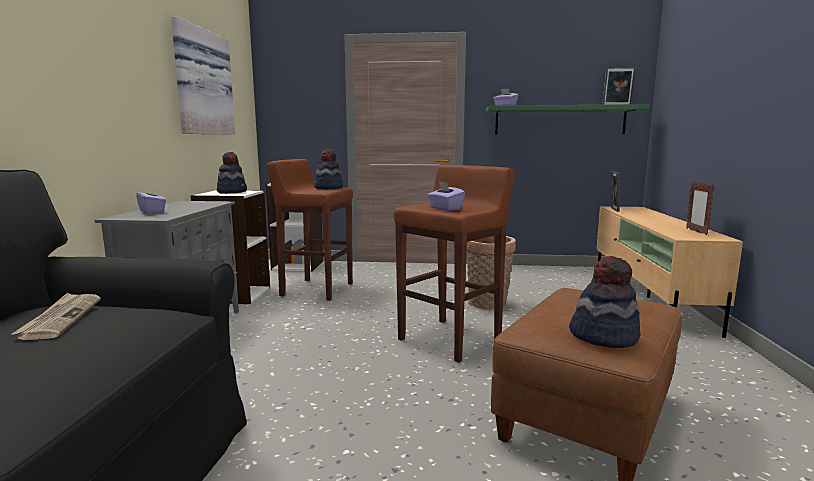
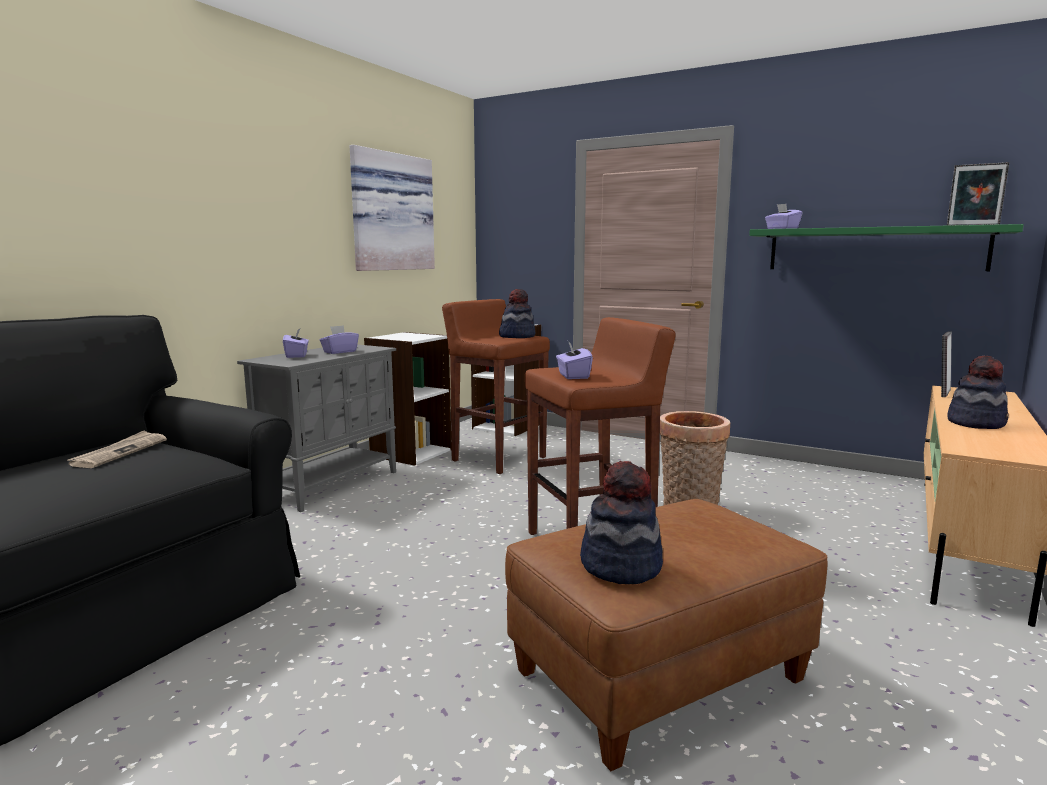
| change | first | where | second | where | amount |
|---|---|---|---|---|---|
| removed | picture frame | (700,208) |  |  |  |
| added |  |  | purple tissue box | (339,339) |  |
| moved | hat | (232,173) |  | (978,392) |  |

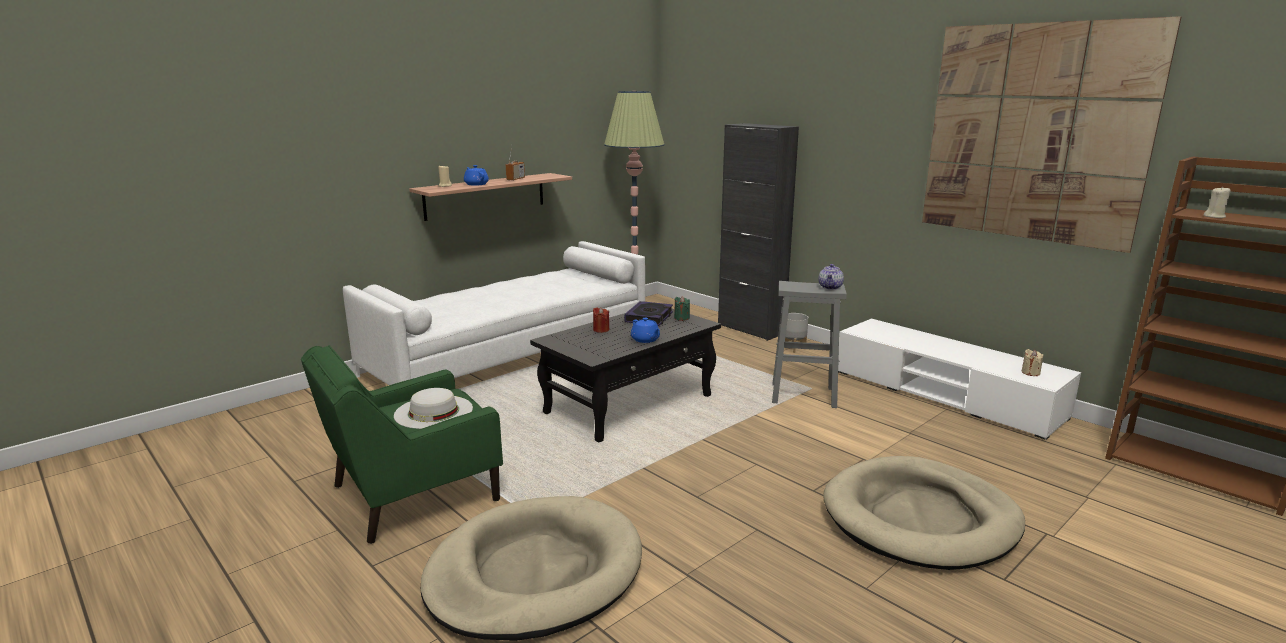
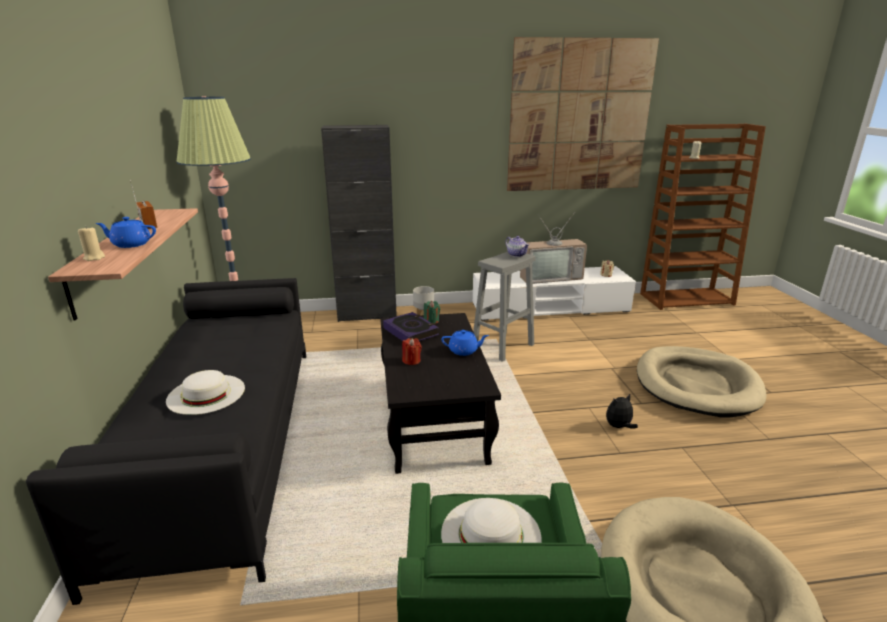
| change | first | where | second | where | amount |
|---|---|---|---|---|---|
| added |  |  | white hat | (205,392) |  |
| added |  |  | television | (553,249) |  |
| added |  |  | plush toy | (622,411) |  |
| recoloured | white sofa | (494,313) | black sofa | (166,441) |  |

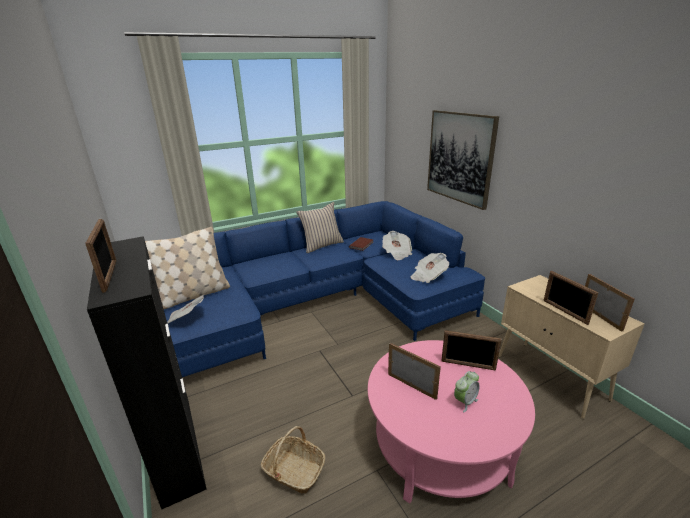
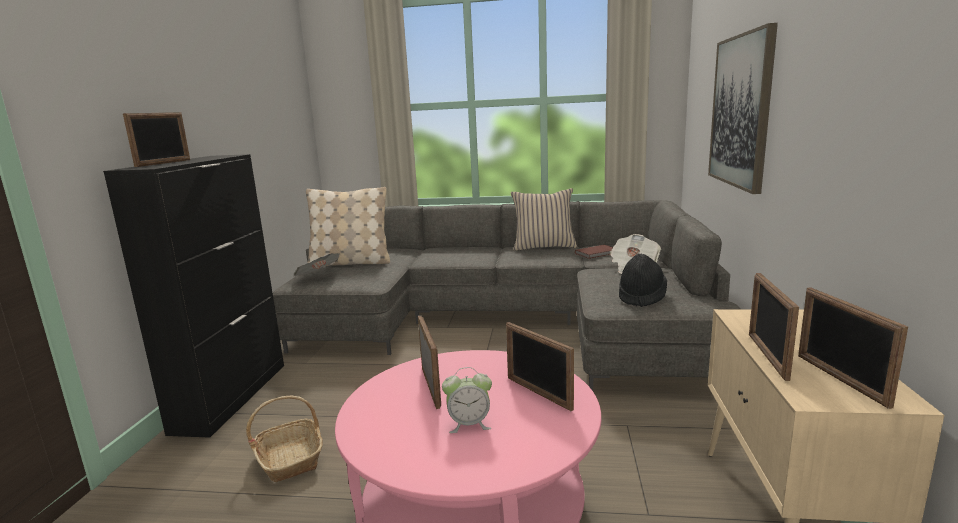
| change | first | where | second | where | amount |
|---|---|---|---|---|---|
| replaced | newspaper | (430,268) | black hat | (643,280) |  |
| recoloured | blue sofa | (324,289) | grey sofa | (506,295) |  |
| turned | picture frame | (610,303) |  | (853,348) | 150 degrees clockwise |

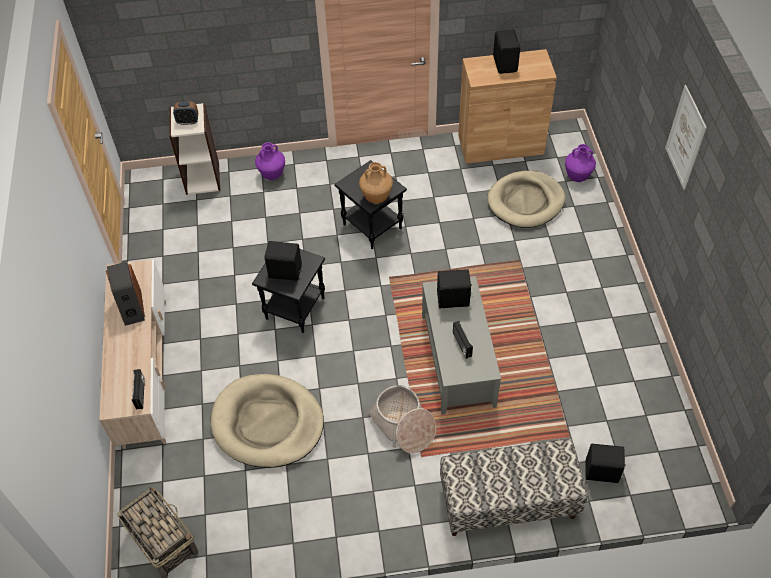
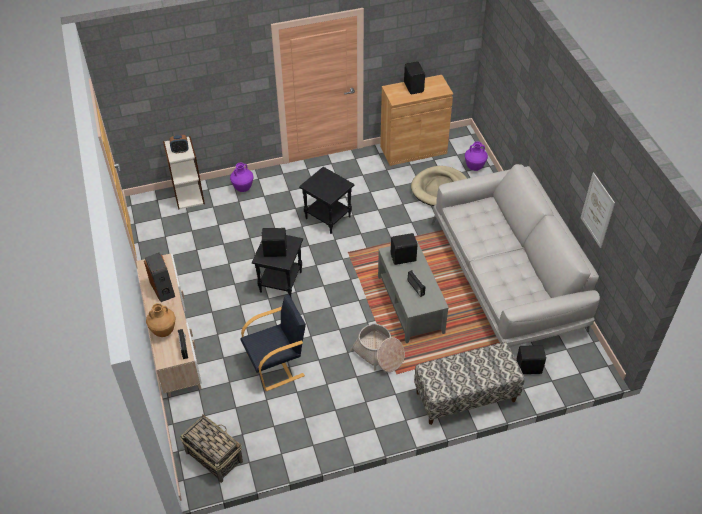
| change | first | where | second | where | amount |
|---|---|---|---|---|---|
| added |  |  | grey sofa | (515,255) |  |
| moved | brown vase | (376,183) |  | (161,320) |  |
| moved | picture | (686,137) |  | (598,210) |  |
| replaced | beige dog bed | (267,421) | black armchair | (273,343) |  |

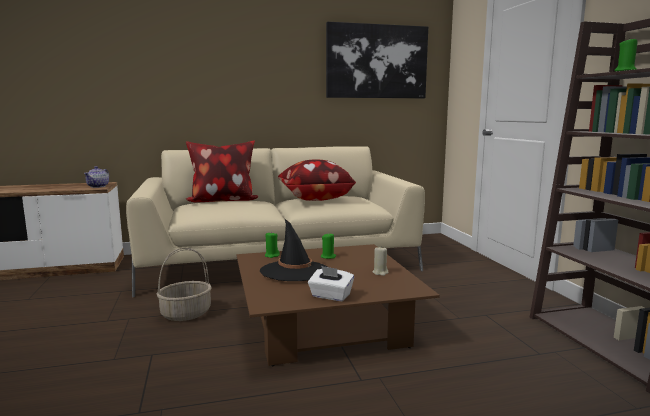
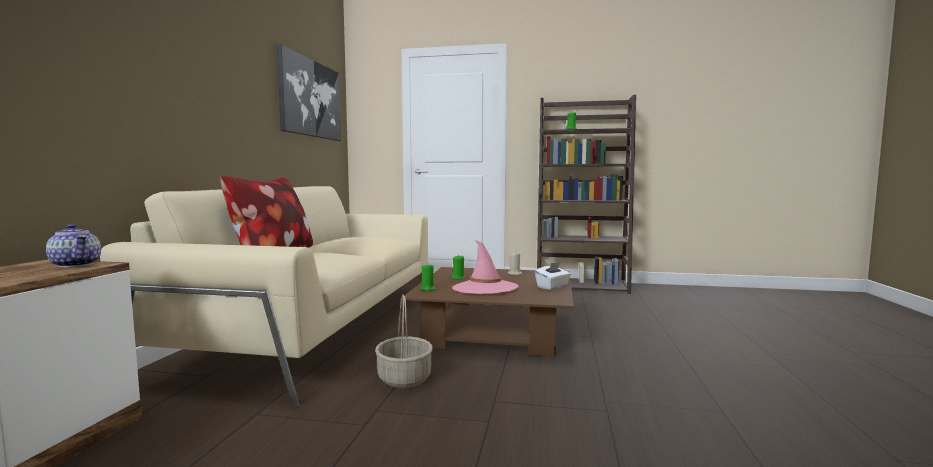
| change | first | where | second | where | amount |
|---|---|---|---|---|---|
| removed | pillow | (317,180) |  |  |  |
| recoloured | black hat | (294,249) | pink hat | (485,267) |  |

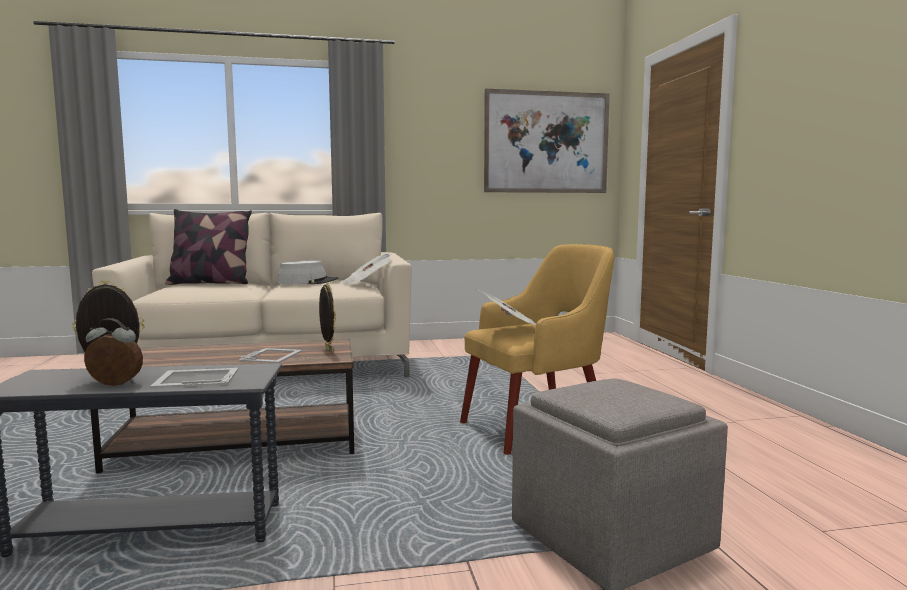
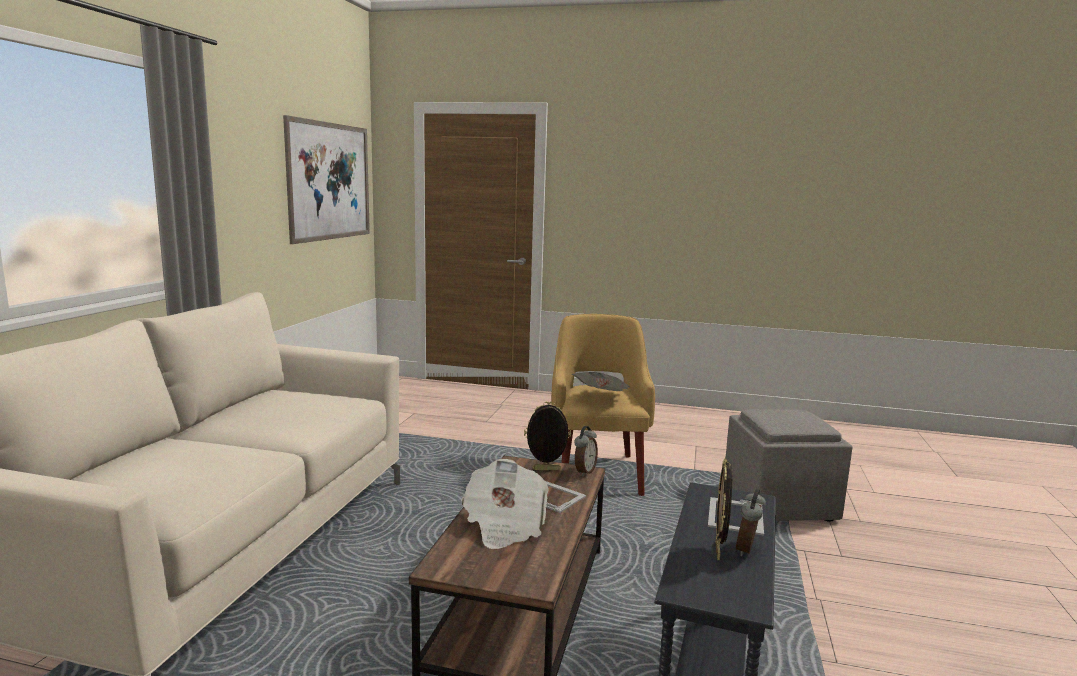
| change | first | where | second | where | amount |
|---|---|---|---|---|---|
| removed | pillow | (208,247) |  |  |  |
| removed | grey hat | (307,272) |  |  |  |
| added |  |  | alarm clock | (586,451) |  |
| moved | newspaper | (366,268) |  | (505,504) |  |

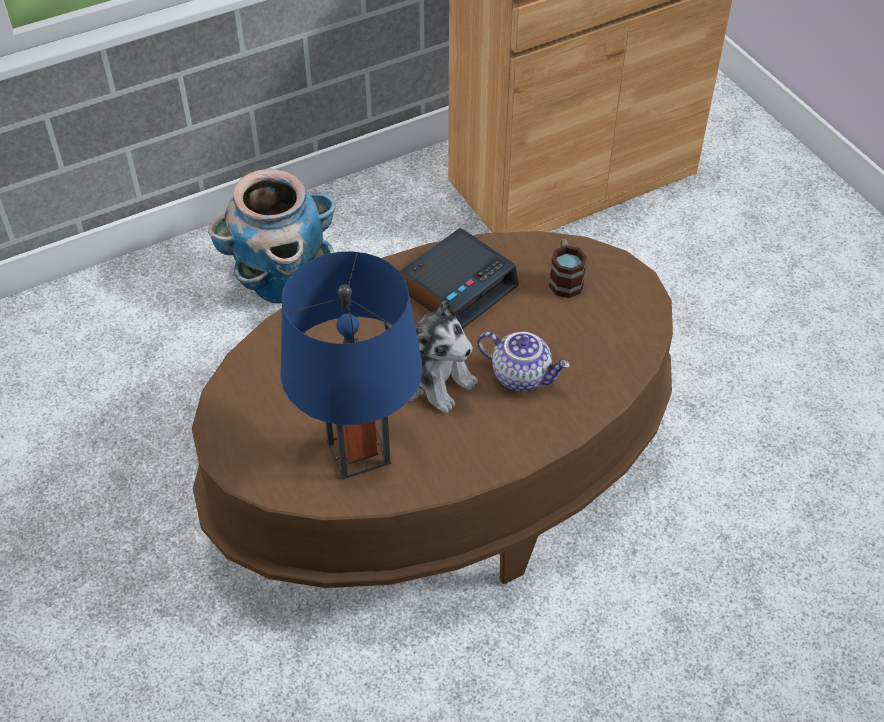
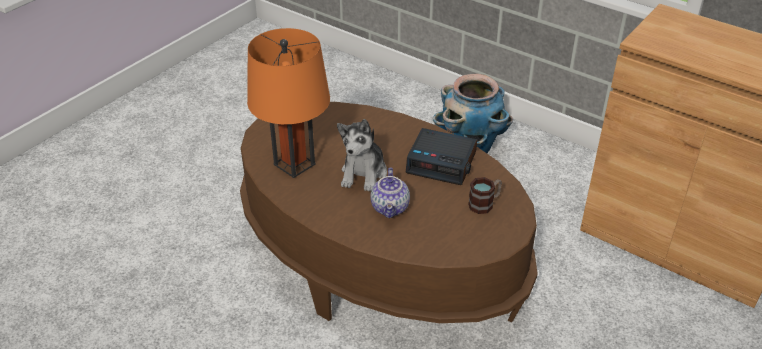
| change | first | where | second | where | amount |
|---|---|---|---|---|---|
| recoloured | blue table lamp | (351,365) | orange table lamp | (288,103) |  |

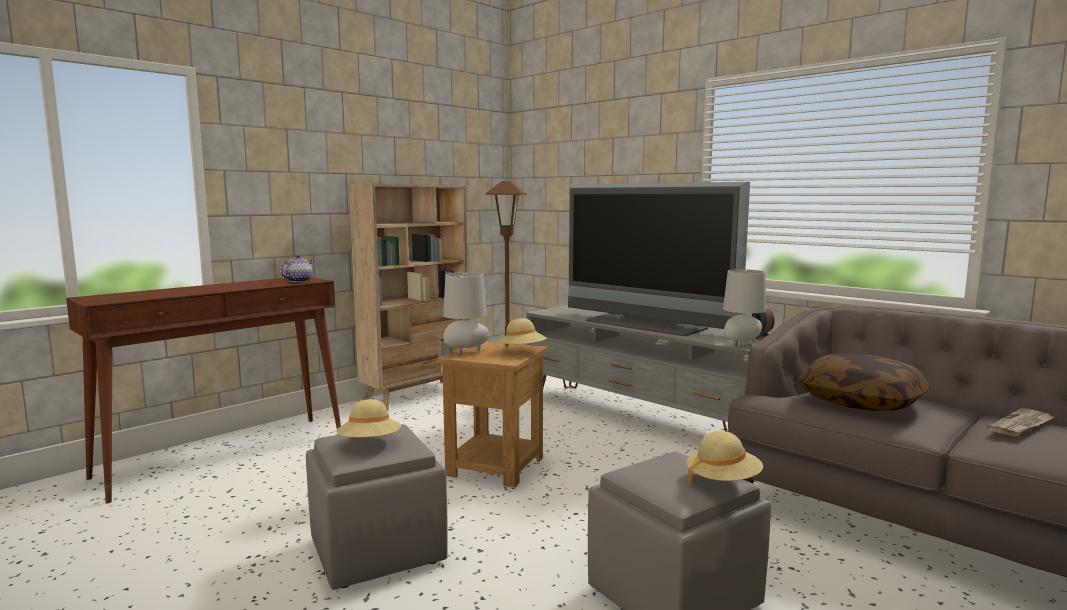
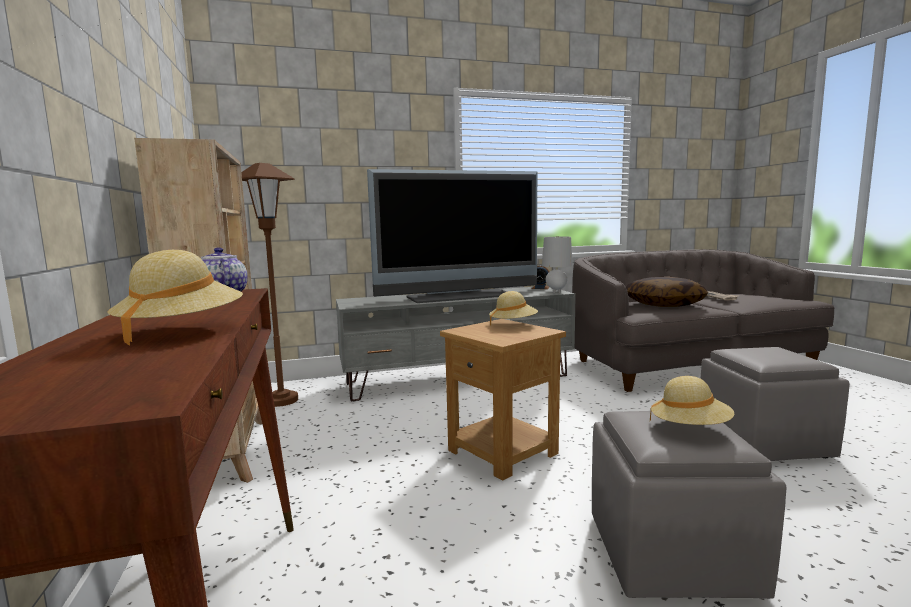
| change | first | where | second | where | amount |
|---|---|---|---|---|---|
| removed | grey table lamp | (466,313) |  |  |  |
| moved | beige hat | (724,458) |  | (175,297) |  |

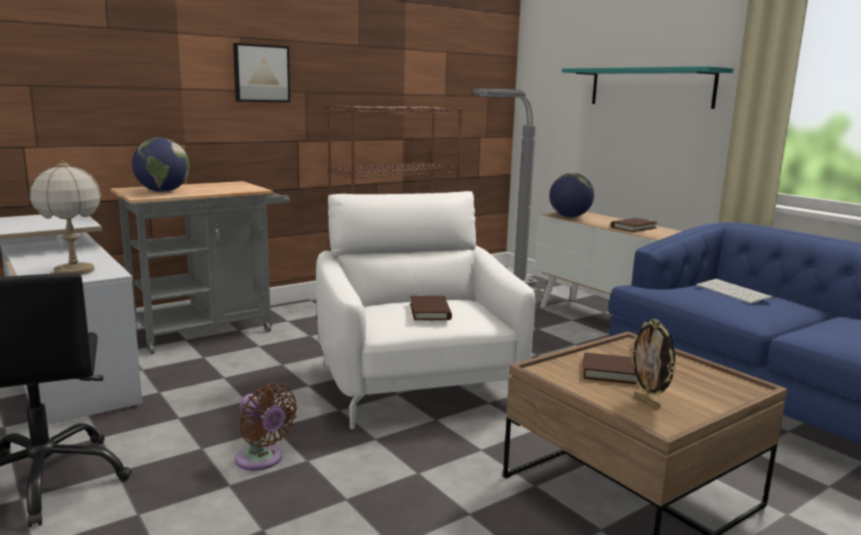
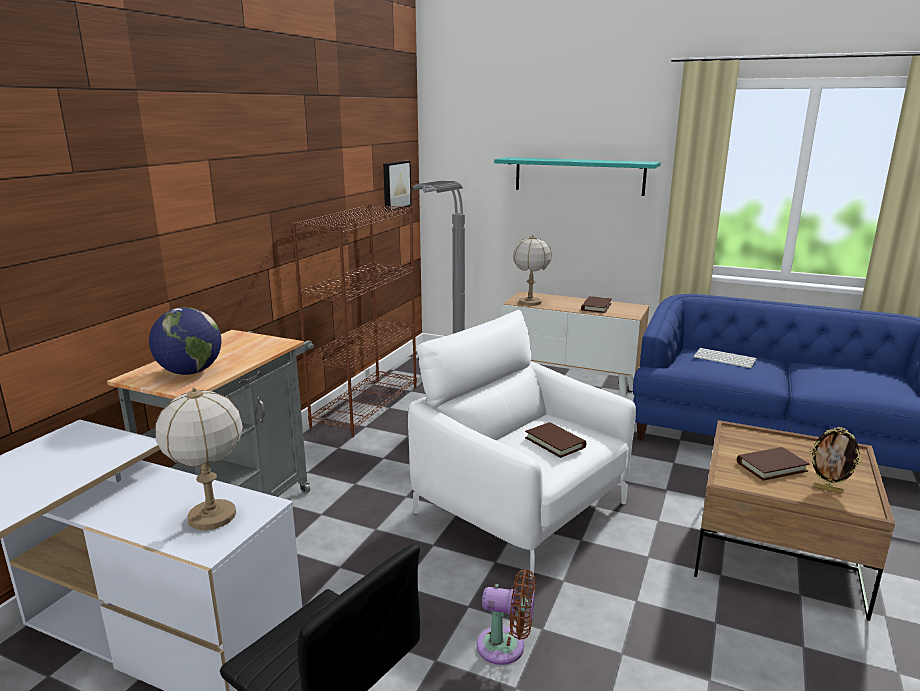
| change | first | where | second | where | amount |
|---|---|---|---|---|---|
| moved | picture | (261,72) |  | (397,186) |  |
| replaced | globe | (571,195) | table lamp | (532,270) |  |

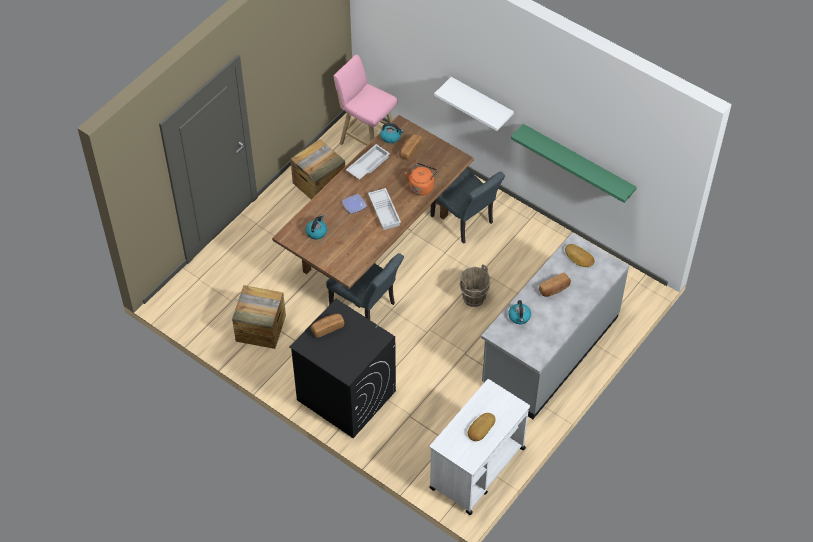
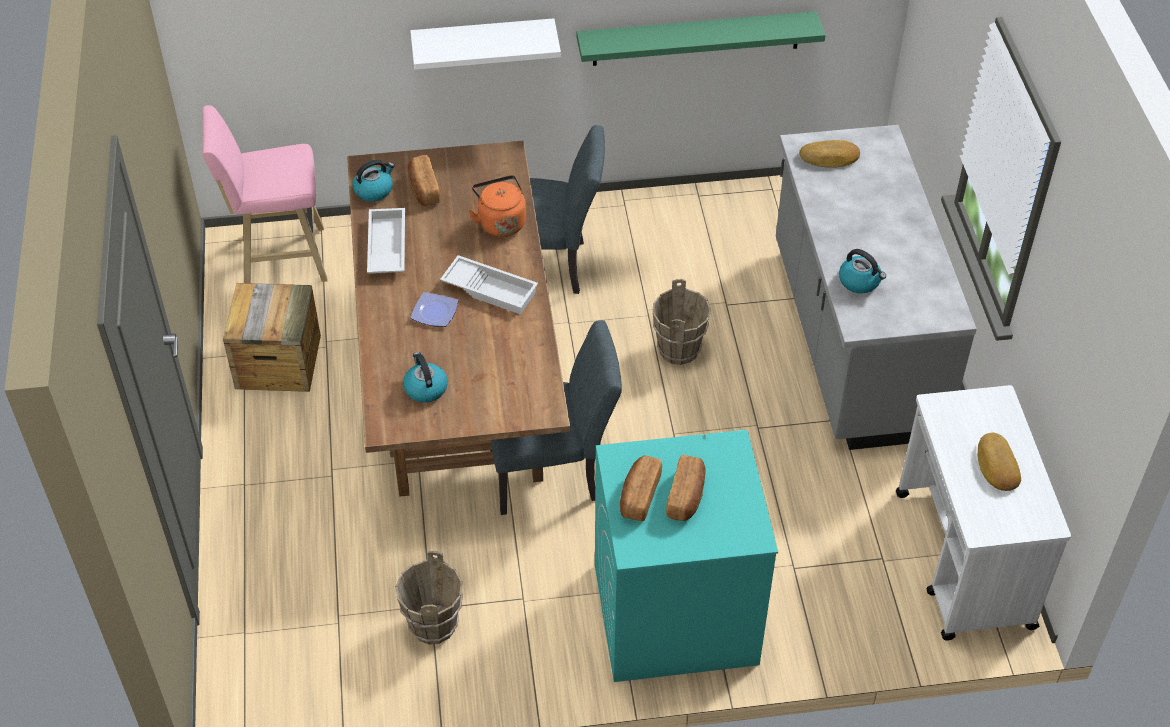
| change | first | where | second | where | amount |
|---|---|---|---|---|---|
| moved | bread | (555,285) |  | (686,488) |  |
| replaced | crate | (259,317) | brown bucket | (429,598) |  |
| recoloured | black washing machine | (342,368) | turquoise washing machine | (686,556) |  |

